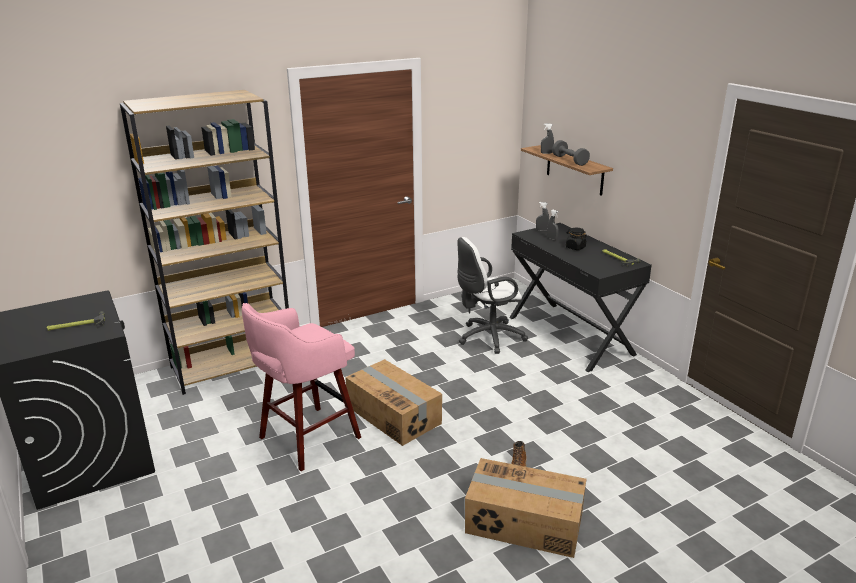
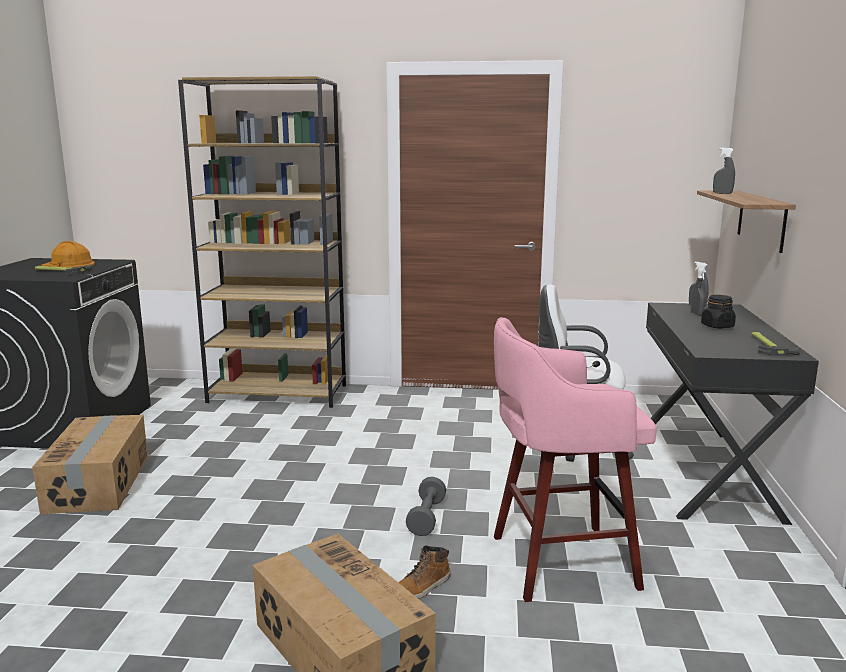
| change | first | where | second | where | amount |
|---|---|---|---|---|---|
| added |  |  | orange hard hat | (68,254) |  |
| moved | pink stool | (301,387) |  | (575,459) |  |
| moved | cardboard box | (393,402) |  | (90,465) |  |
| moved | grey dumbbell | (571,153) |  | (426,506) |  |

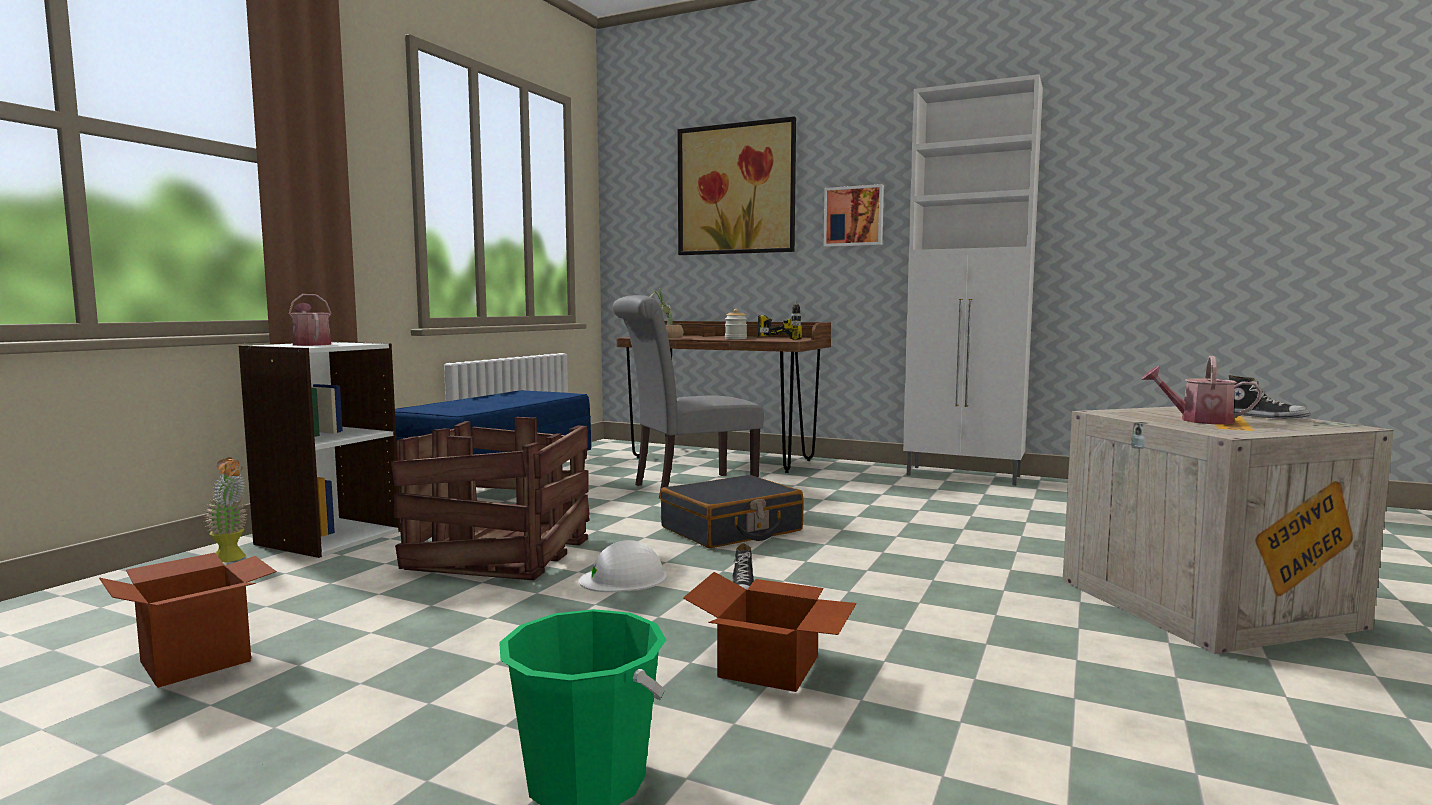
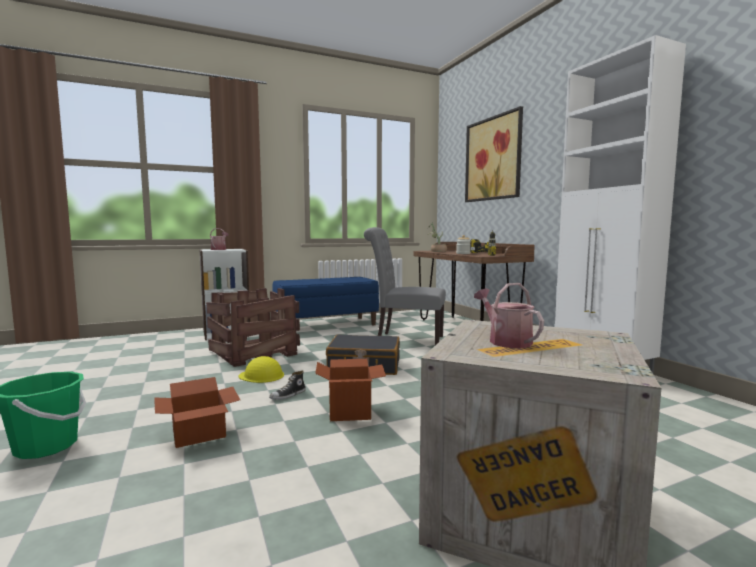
| change | first | where | second | where | amount |
|---|---|---|---|---|---|
| removed | potted plant | (225,509) |  |  |  |
| removed | picture | (854,215) |  |  |  |
| removed | shoe | (1269,397) |  |  |  |
| moved | cardboard box | (188,620) |  | (350,390) |  |
| recoloured | white hard hat | (623,566) | yellow hard hat | (261,369) |  |

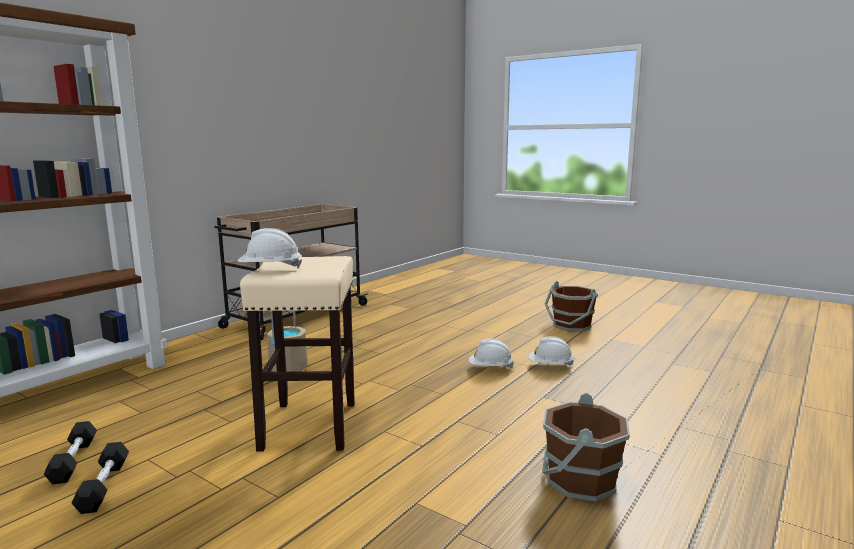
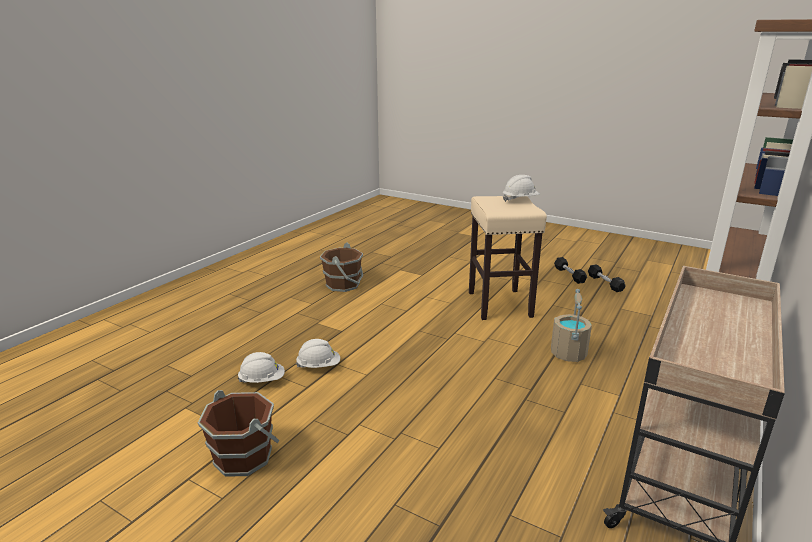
| change | first | where | second | where | amount |
|---|---|---|---|---|---|
| moved | white hard hat | (491,353) |  | (261,367) |  |

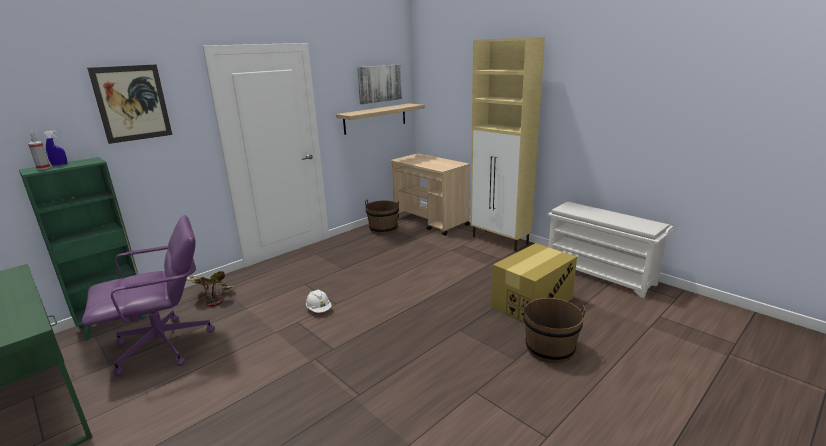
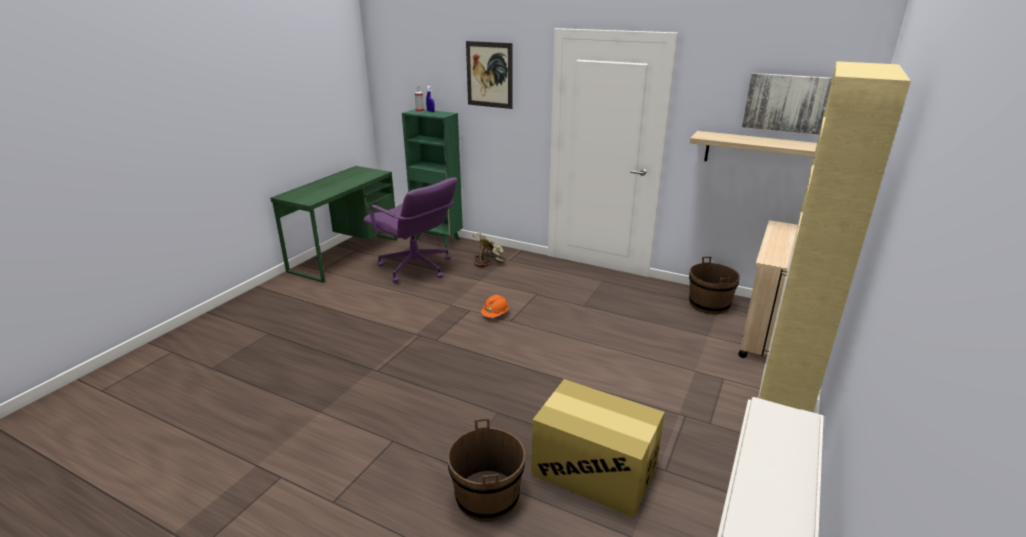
| change | first | where | second | where | amount |
|---|---|---|---|---|---|
| recoloured | white hard hat | (319,301) | orange hard hat | (495,306) |  |

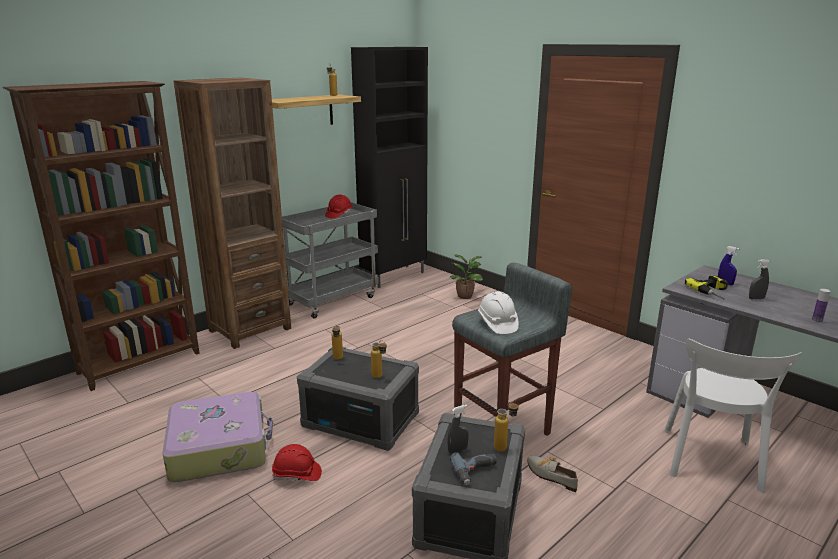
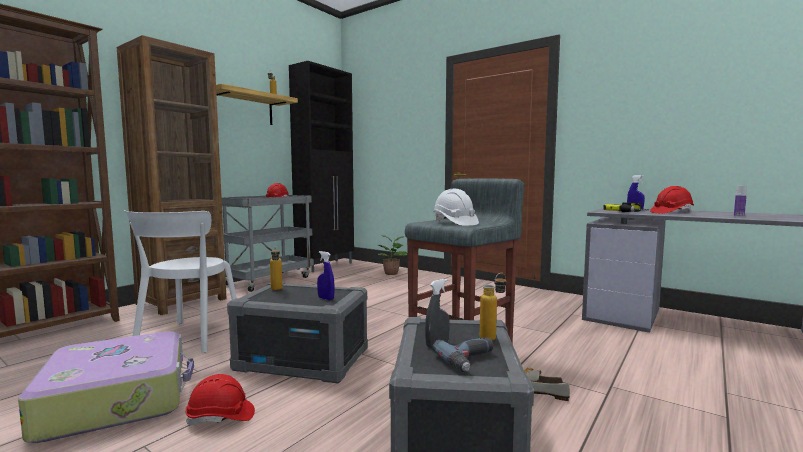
| change | first | where | second | where | amount |
|---|---|---|---|---|---|
| moved | white chair | (733,416) |  | (180,281) |  |
| replaced | bottle | (379,359) | blue spray bottle | (326,276) |  |
| replaced | grey spray bottle | (760,279) | red hard hat | (672,200) |  |

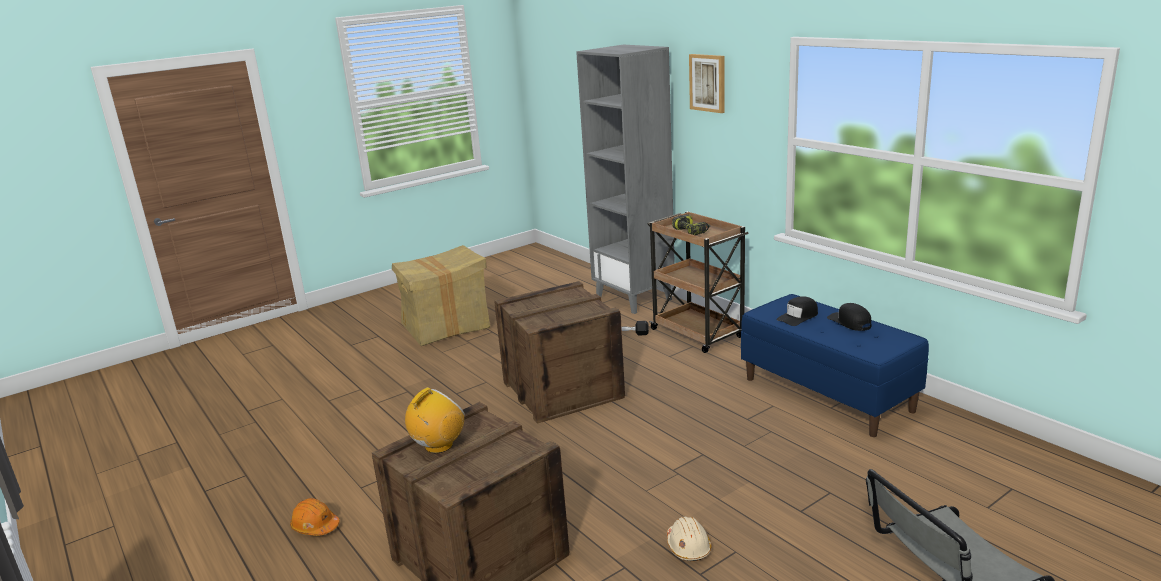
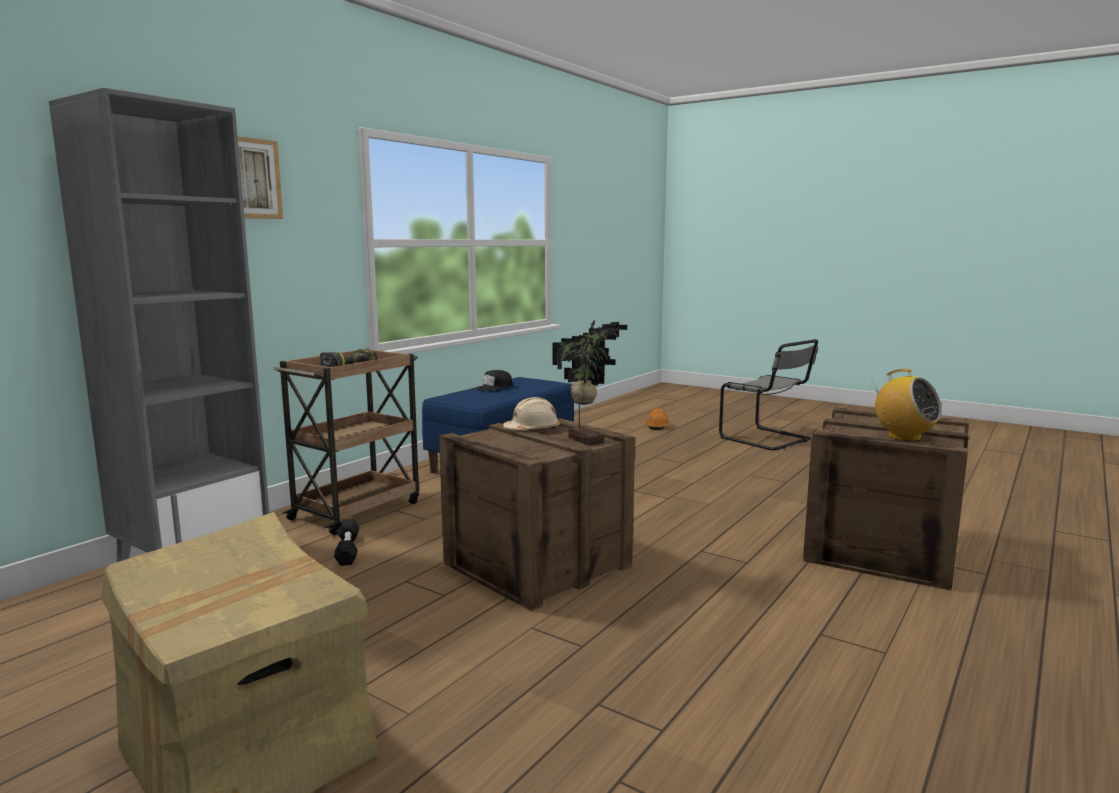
| change | first | where | second | where | amount |
|---|---|---|---|---|---|
| removed | black cap | (797,311) |  |  |  |
| added |  |  | potted plant | (589,383) |  |
| moved | orange hard hat | (315,517) |  | (657,419) |  |
| moved | beige hard hat | (689,539) |  | (531,413) |  |
| turned | radio | (435,420) |  | (906,405) | 150 degrees counterclockwise |

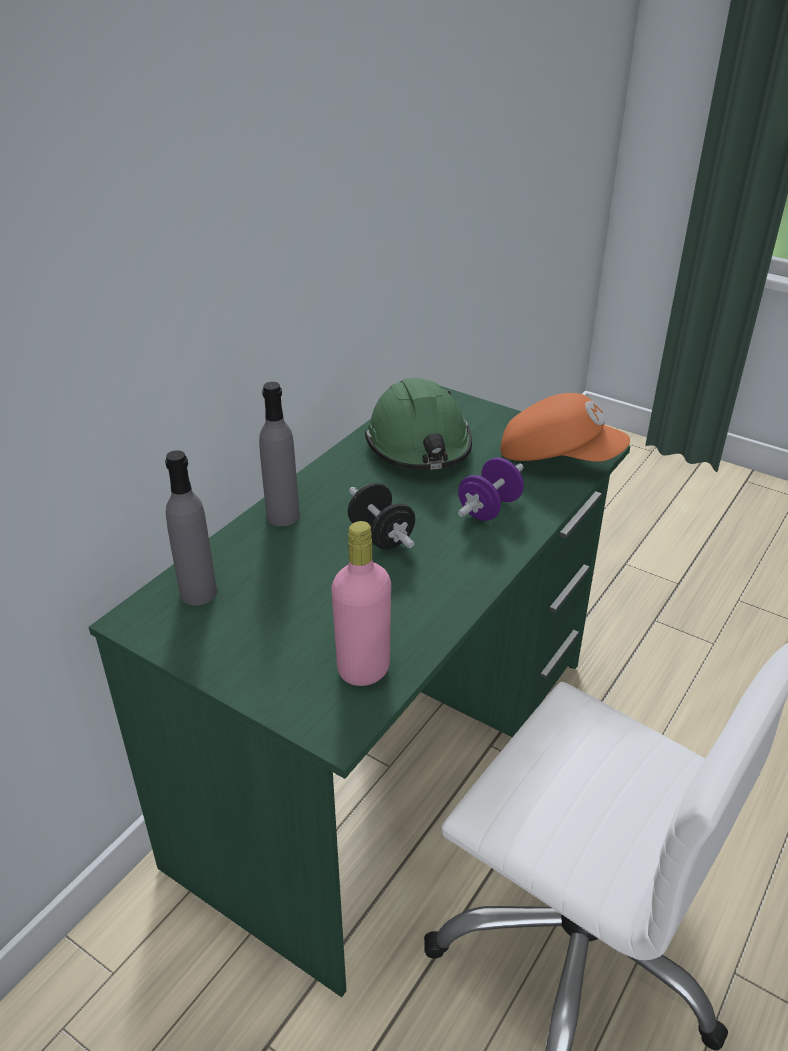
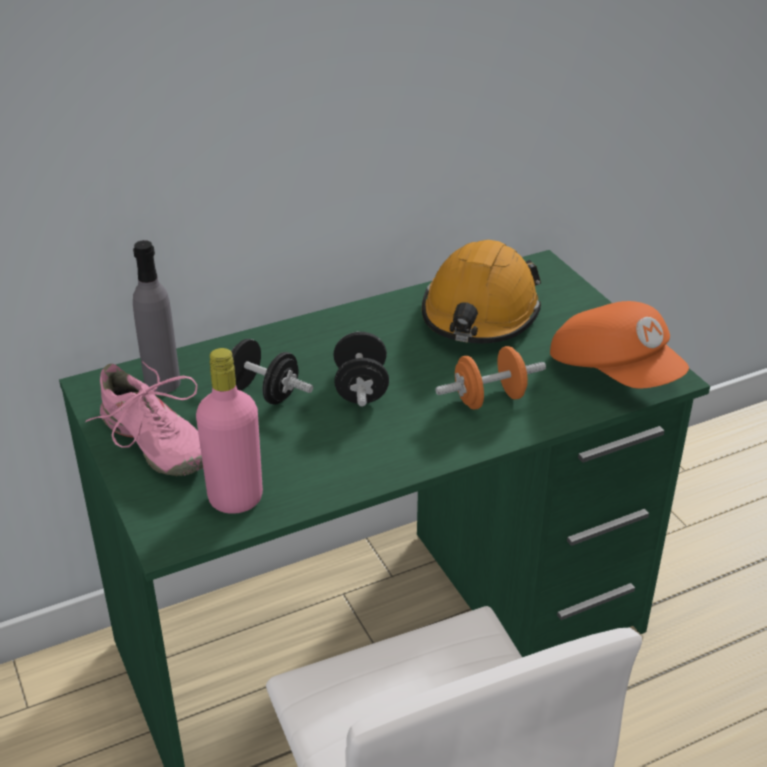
| change | first | where | second | where | amount |
|---|---|---|---|---|---|
| removed | grey bottle | (279,454) |  |  |  |
| added |  |  | pink shoe | (144,418) |  |
| added |  |  | black dumbbell | (272,372) |  |
| recoloured | green hard hat | (418,424) | orange hard hat | (481,291) |  |
| recoloured | purple dumbbell | (491,489) | orange dumbbell | (490,377) |  |

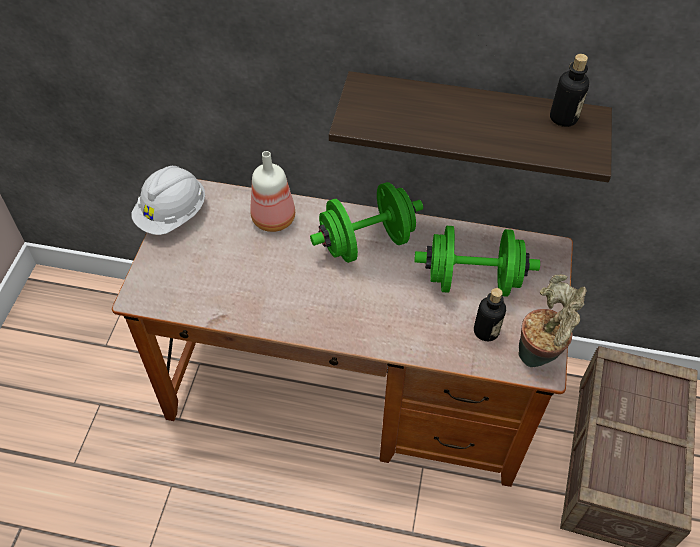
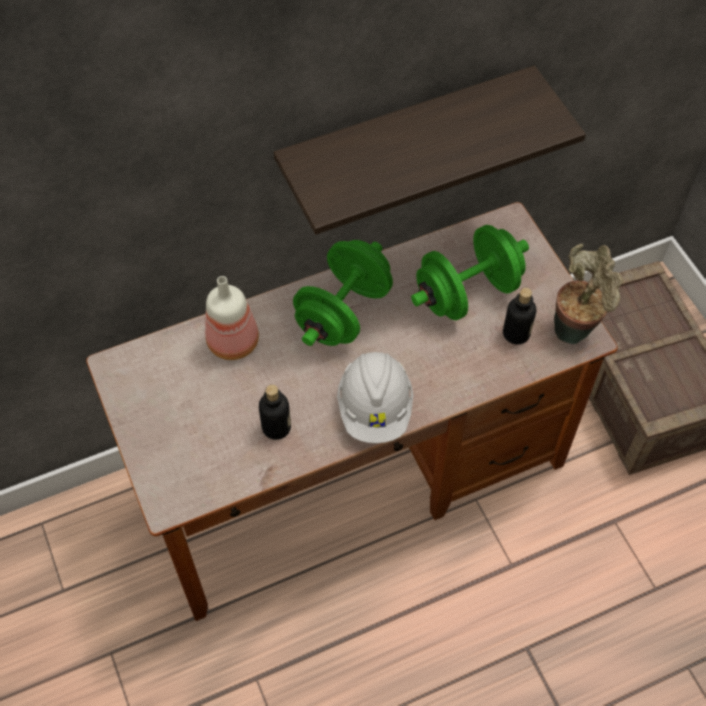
| change | first | where | second | where | amount |
|---|---|---|---|---|---|
| moved | white hard hat | (168,200) |  | (375,397) |  |
| moved | bottle | (570,90) |  | (275,412) |  |

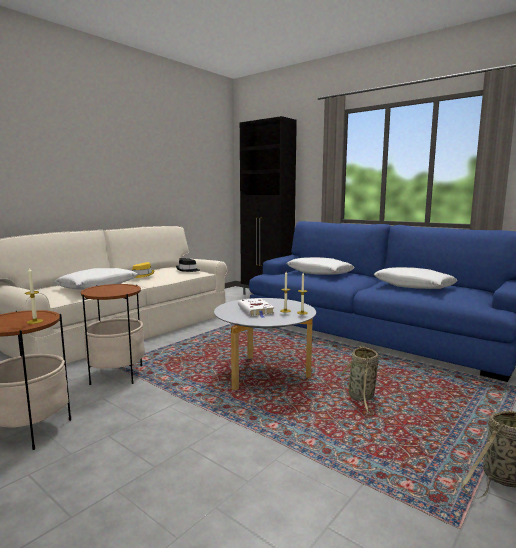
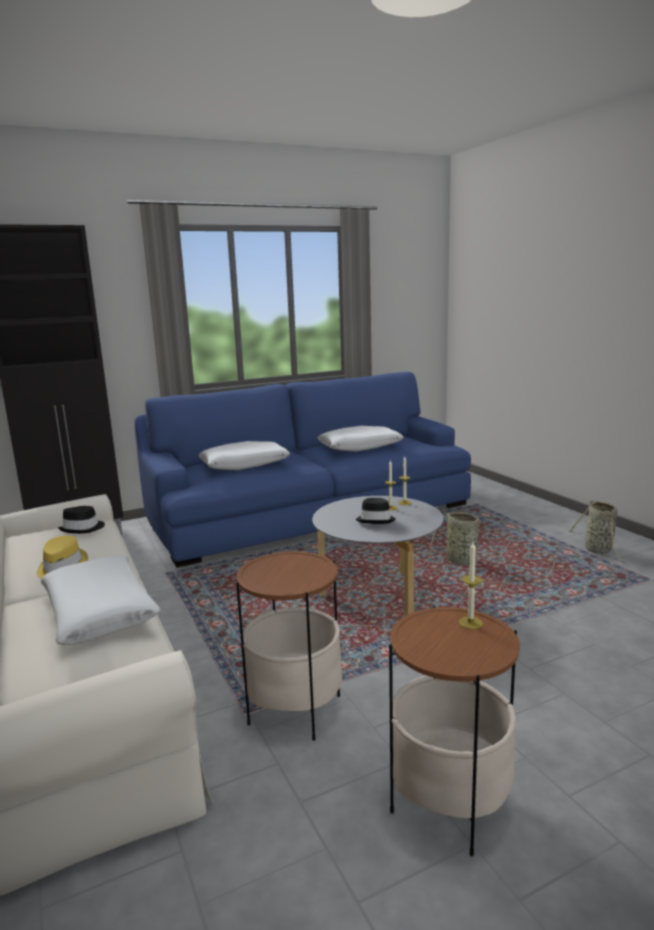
| change | first | where | second | where | amount |
|---|---|---|---|---|---|
| replaced | white book | (256,308) | black hat | (376,511) |  |

